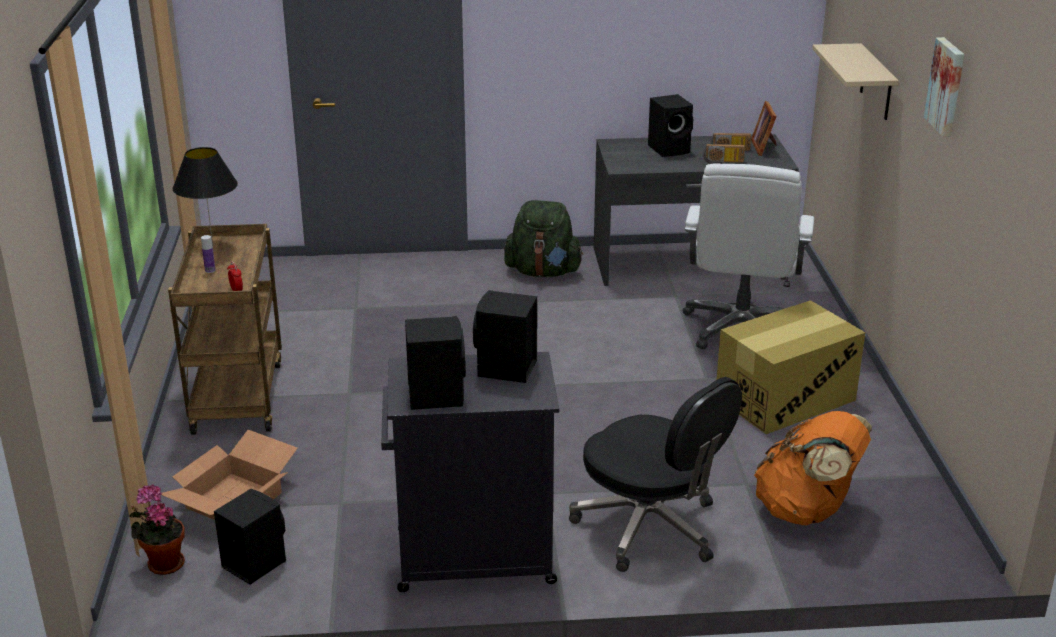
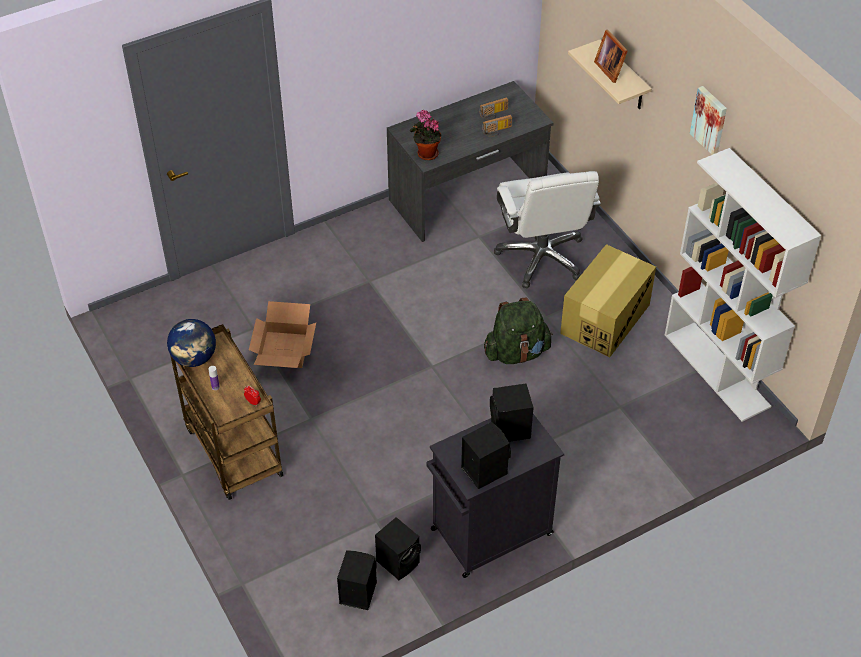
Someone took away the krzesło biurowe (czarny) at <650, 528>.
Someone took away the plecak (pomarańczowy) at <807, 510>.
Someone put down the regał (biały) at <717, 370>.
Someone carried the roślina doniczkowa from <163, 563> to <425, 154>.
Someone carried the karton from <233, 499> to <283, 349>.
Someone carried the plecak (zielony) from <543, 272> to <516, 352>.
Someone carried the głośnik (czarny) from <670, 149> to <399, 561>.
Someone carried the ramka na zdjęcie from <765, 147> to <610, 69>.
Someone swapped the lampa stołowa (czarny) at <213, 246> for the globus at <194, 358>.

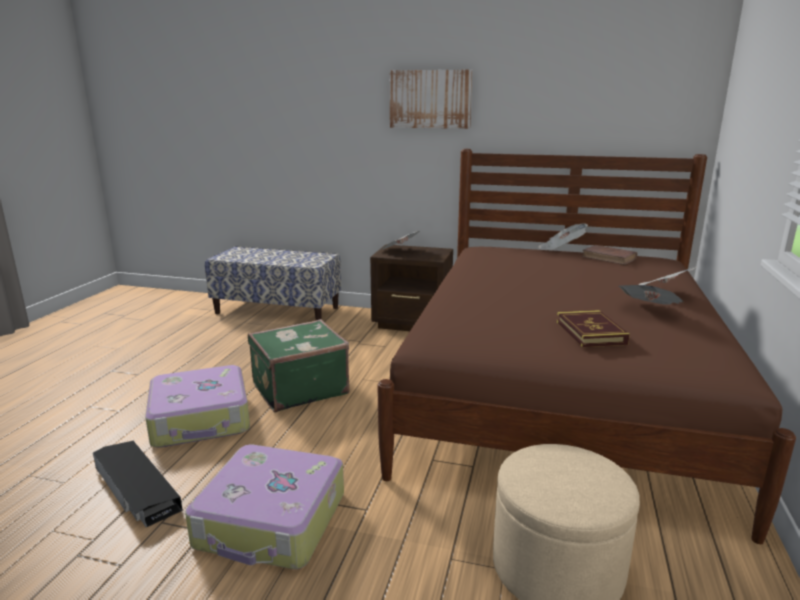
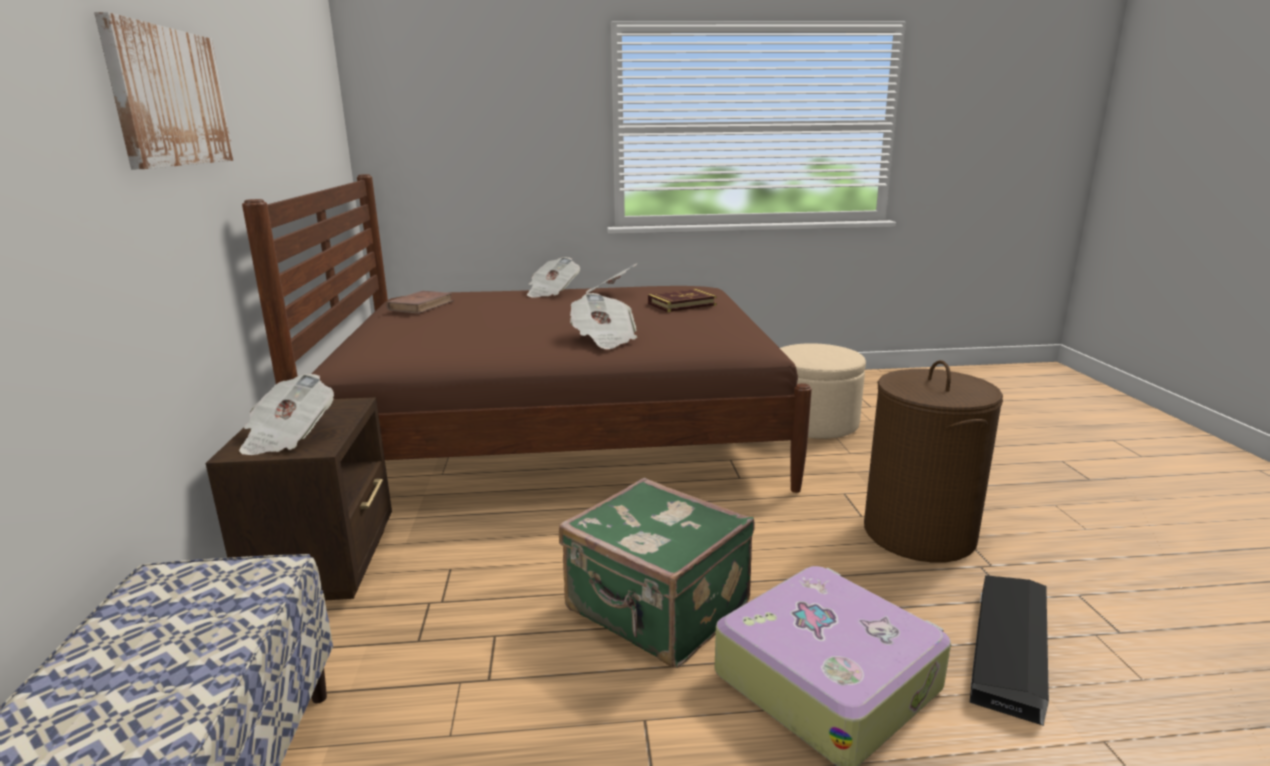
Someone carried the gazeta from <561, 249> to <604, 339>.
Someone swapped the walizka at <272, 521> for the kosz na pranie (brązowy) at <918, 533>.

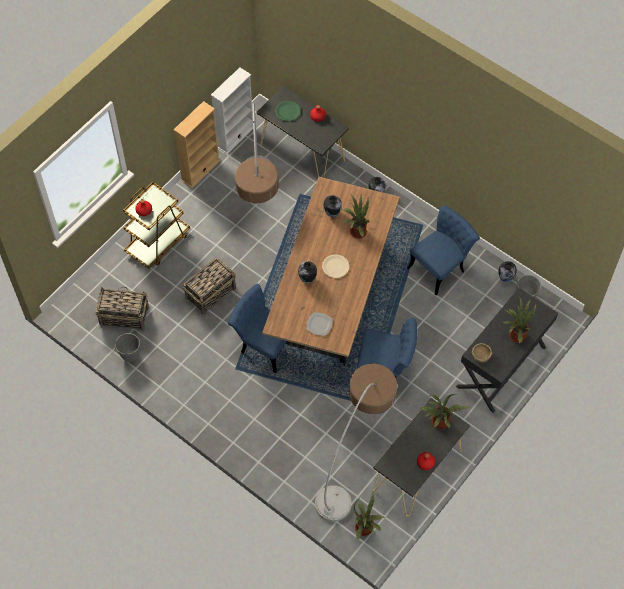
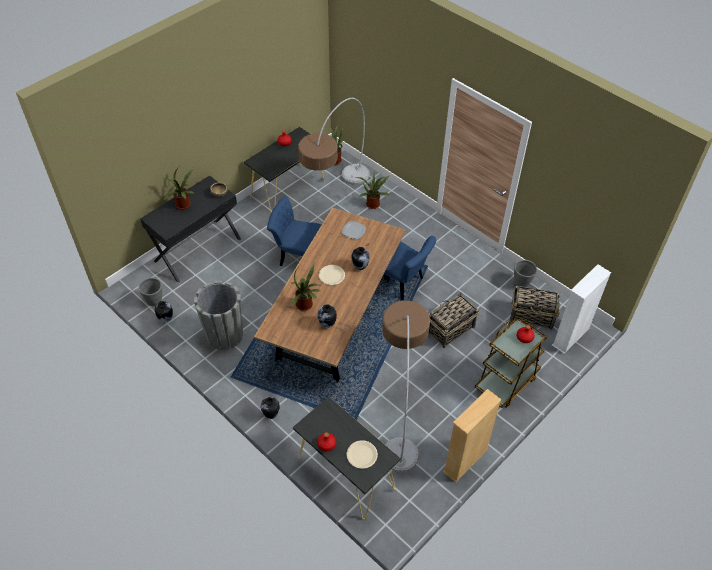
Someone carried the regał (biały) from <235, 137> to <570, 337>.
Someone carried the roślina doniczkowa from <440, 423> to <373, 203>.
Someone swapped the krzesło (niebieski) at <440, 266> for the donica (szary) at <224, 335>.
Someone repainted the talerz (zielony) at <288, 111>, which became the talerz (beżowy) at <362, 455>.

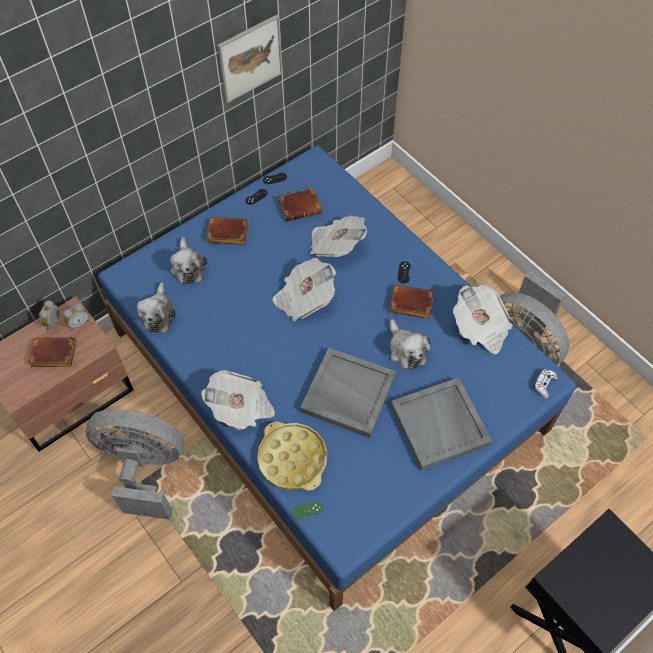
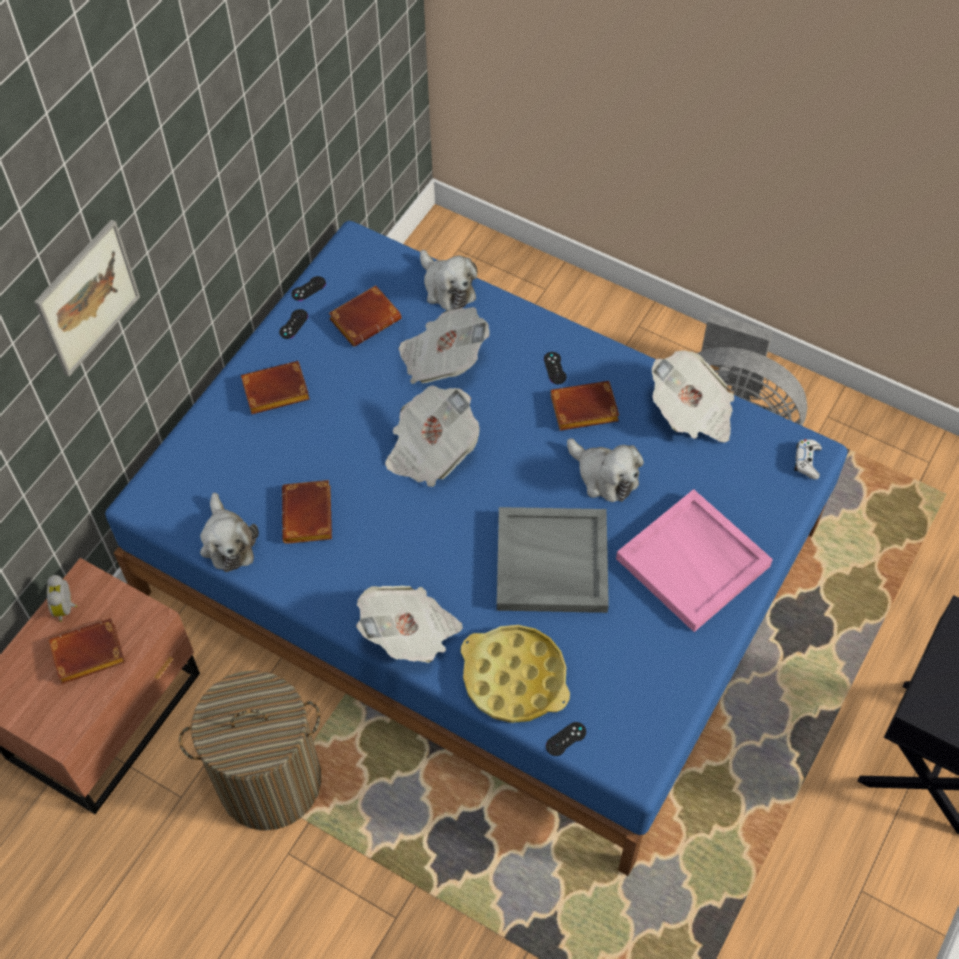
Someone took away the budzik at <79, 323>.
Someone put down the książka (brązowy) at <310, 517>.
Someone carried the pluszak from <188, 267> to <447, 287>.
Someone carried the obraz from <250, 58> to <87, 298>.
Someone swapped the wentylator (szary) at <144, 468> for the kosz na pranie at <269, 781>.
Someone repainted the pad do gier (zielony) at <307, 510>, which became the pad do gier (czarny) at <566, 739>.
Someone repainted the taca (szary) at <440, 425>, which became the taca (różowy) at <694, 562>.

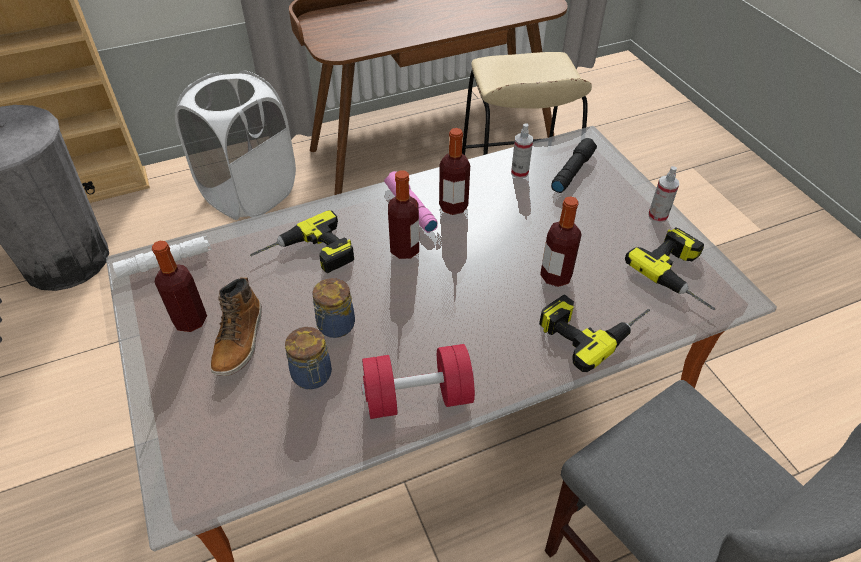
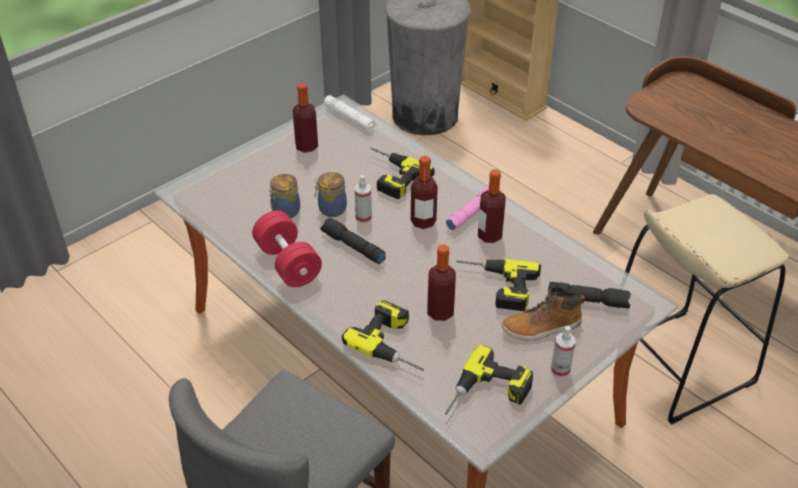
Someone took away the kosz na pranie (biały) at <250, 194>.
Someone put down the latarka (czarny) at <352, 247>.
Someone put down the wiertarka at <495, 286>.
Someone carried the but z cholewką from <240, 340> to <541, 327>.
Someone carried the spryskiwacz from <519, 172> to <363, 217>.

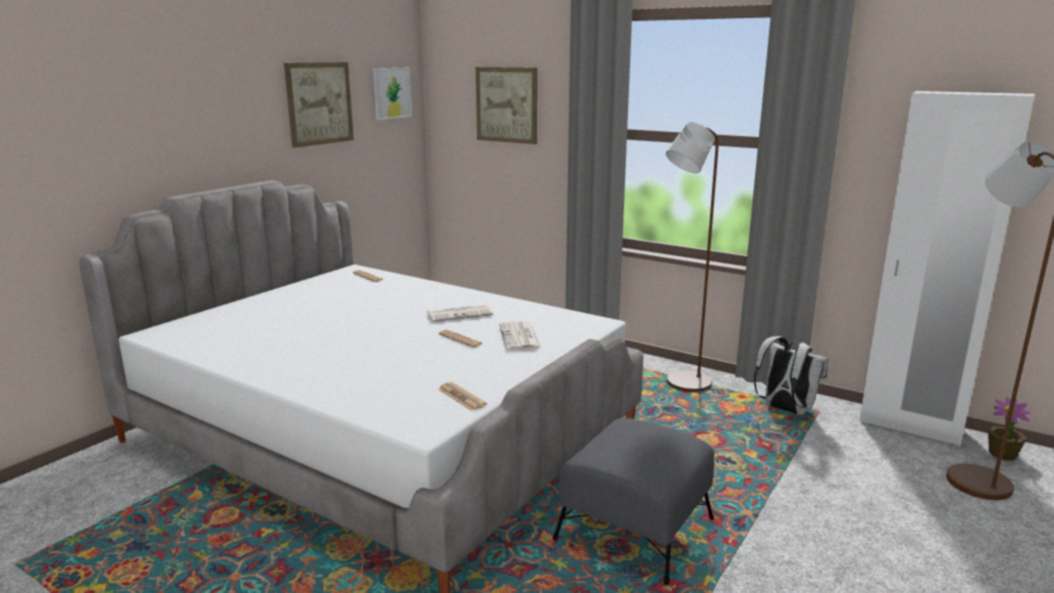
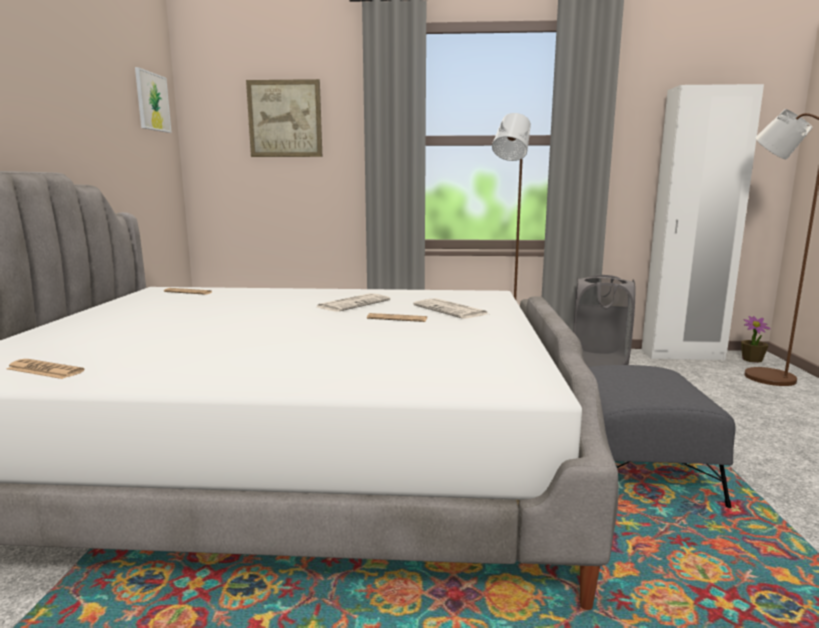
Someone took away the obraz at <319, 103>.
Someone carried the gazeta from <461, 397> to <45, 370>.
Someone swapped the plecak (biały) at <785, 410> for the kosz na pranie (szary) at <598, 362>.

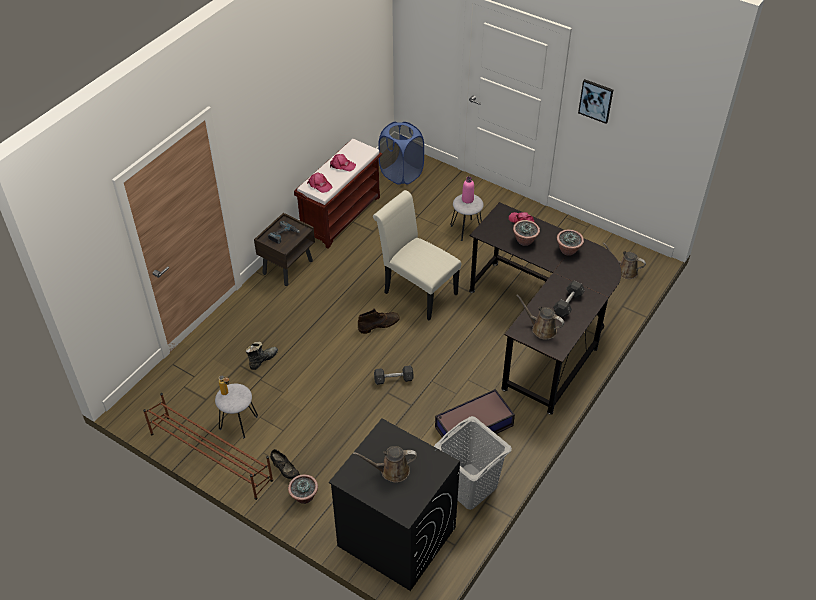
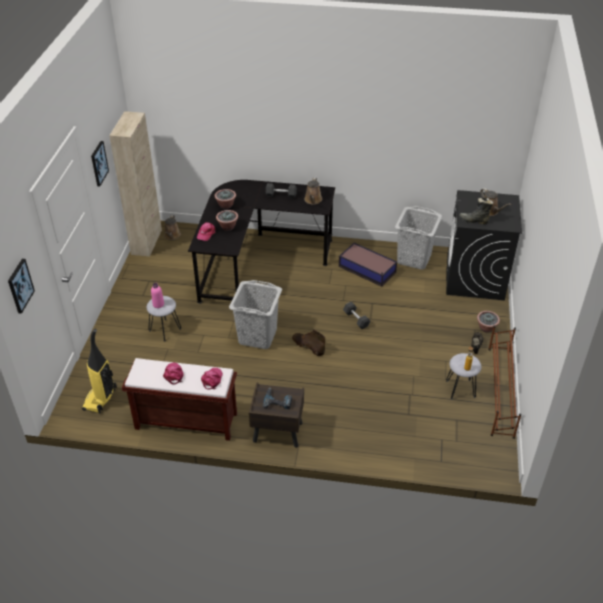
Someone put up the obraz at <20, 285>.
Someone put down the szafka (beżowy) at <146, 242>.
Someone carried the but z cholewką (czarny) from <262, 360> to <474, 220>.
Someone swapped the krzesło (biały) at <416, 291> for the kosz na pranie (szary) at <257, 336>.
Someone swapped the kosz na pranie (niebieski) at <401, 173> for the odkurzacz at <100, 399>.

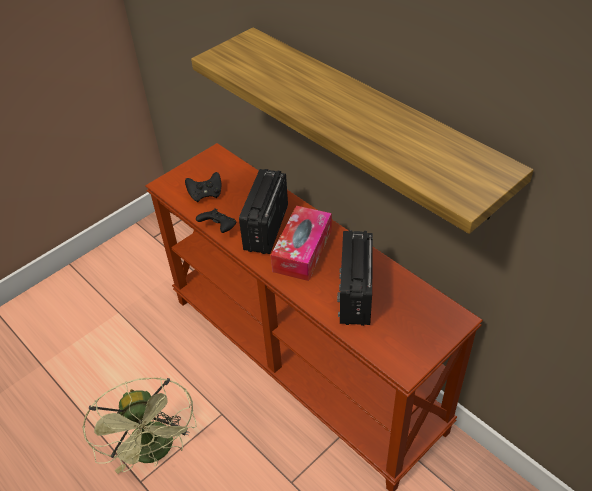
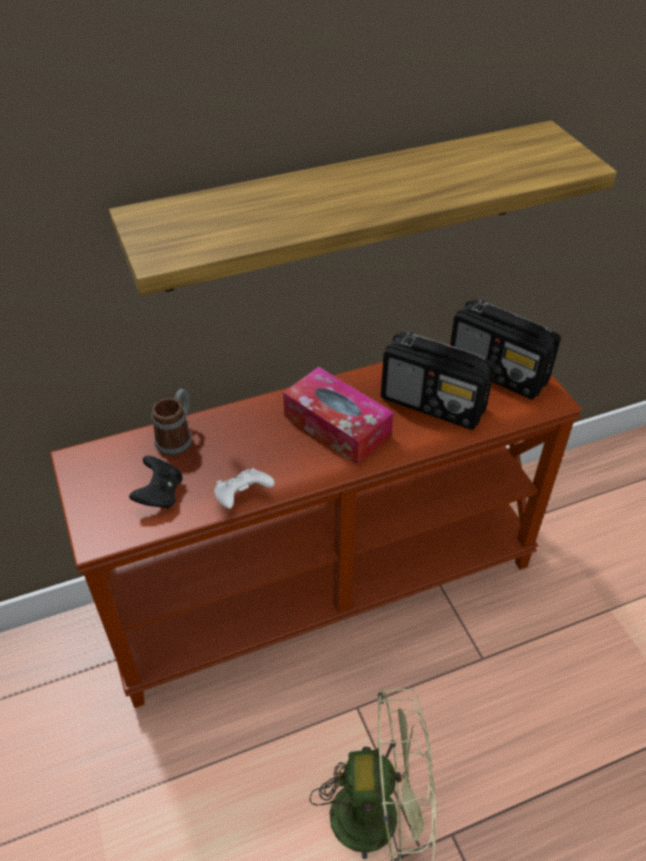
Someone put down the kubek at <178, 437>.
Someone carried the radio from <266, 228> to <498, 372>.
Someone repainted the pad do gier (czarny) at <219, 228>, which became the pad do gier (biały) at <242, 497>.

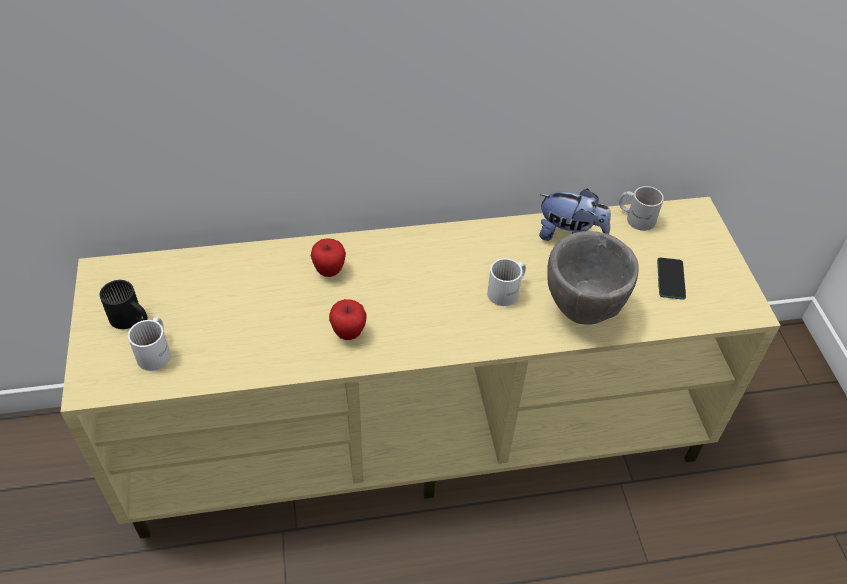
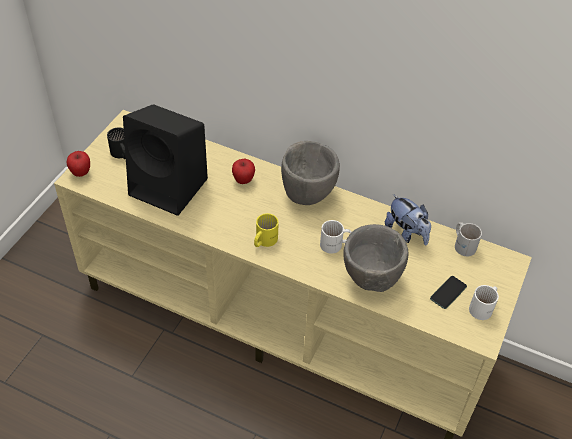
Someone put down the głośnik (czarny) at <170, 187>.
Someone put down the kubek (żółty) at <263, 240>.
Someone put down the miska (szary) at <308, 194>.
Someone carried the kubek (biały) from <157, 351> to <484, 308>.
Someone carried the jabłko from <348, 333> to <81, 173>.

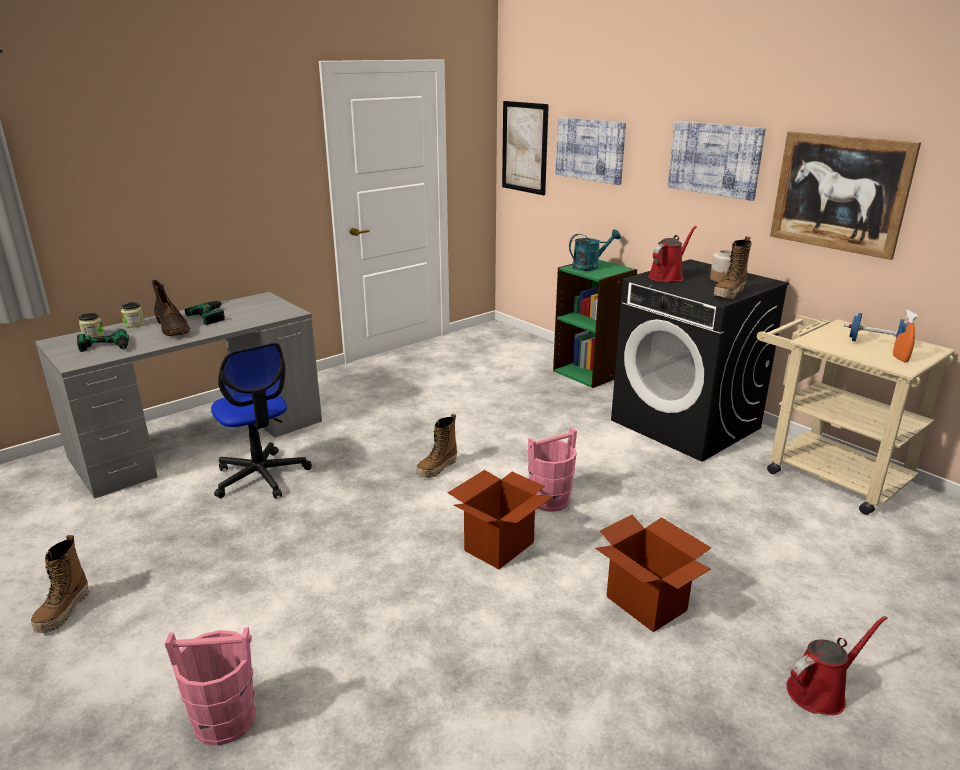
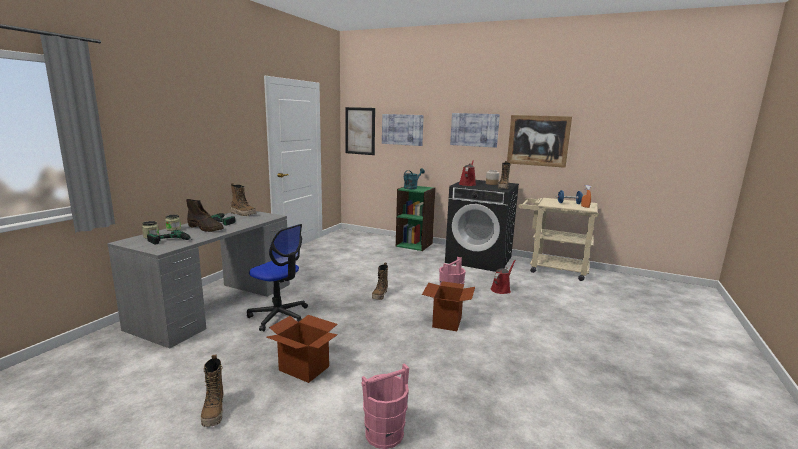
Someone put down the but z cholewką at <243, 214>.
Someone carried the karton from <646, 604> to <304, 368>.
Someone carried the konewka (czerwony) from <820, 691> to <501, 289>.

